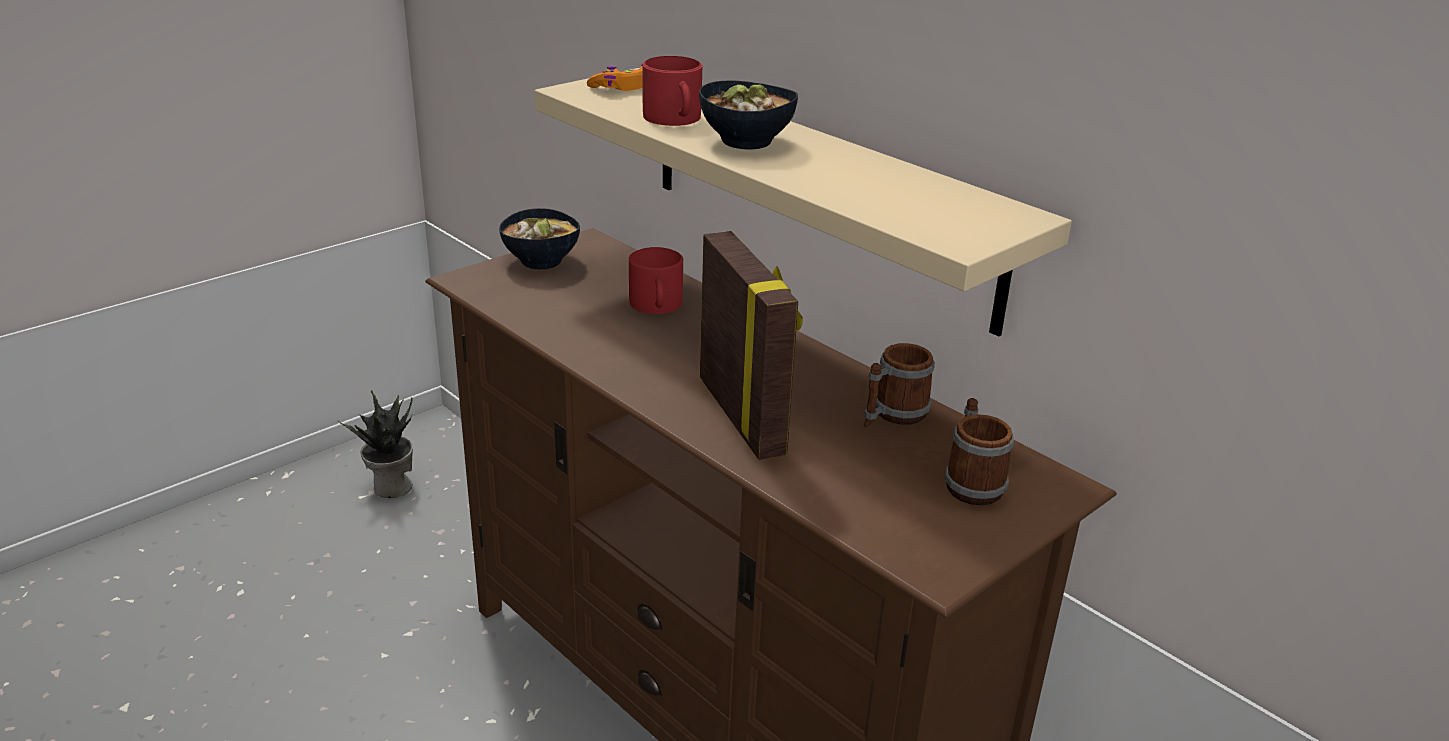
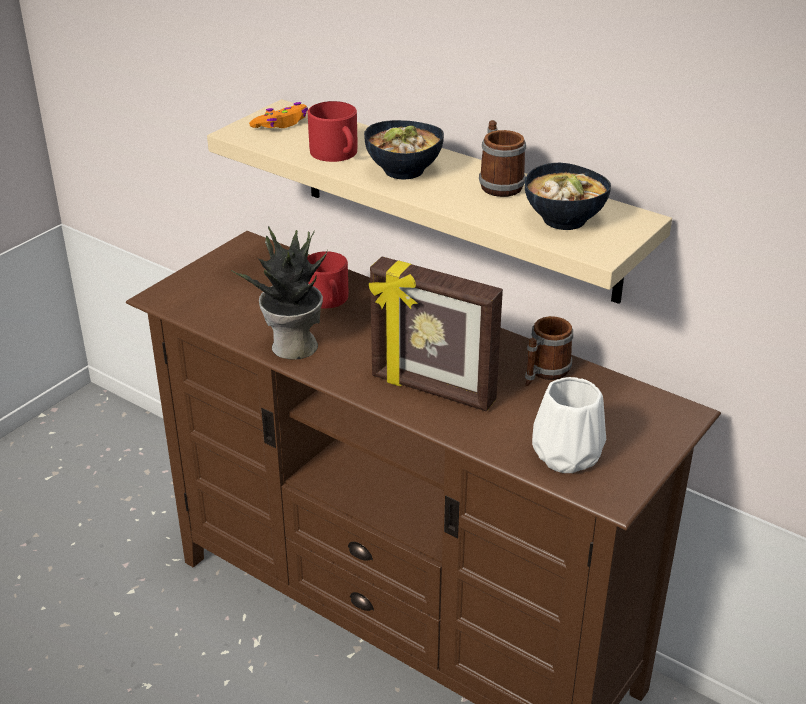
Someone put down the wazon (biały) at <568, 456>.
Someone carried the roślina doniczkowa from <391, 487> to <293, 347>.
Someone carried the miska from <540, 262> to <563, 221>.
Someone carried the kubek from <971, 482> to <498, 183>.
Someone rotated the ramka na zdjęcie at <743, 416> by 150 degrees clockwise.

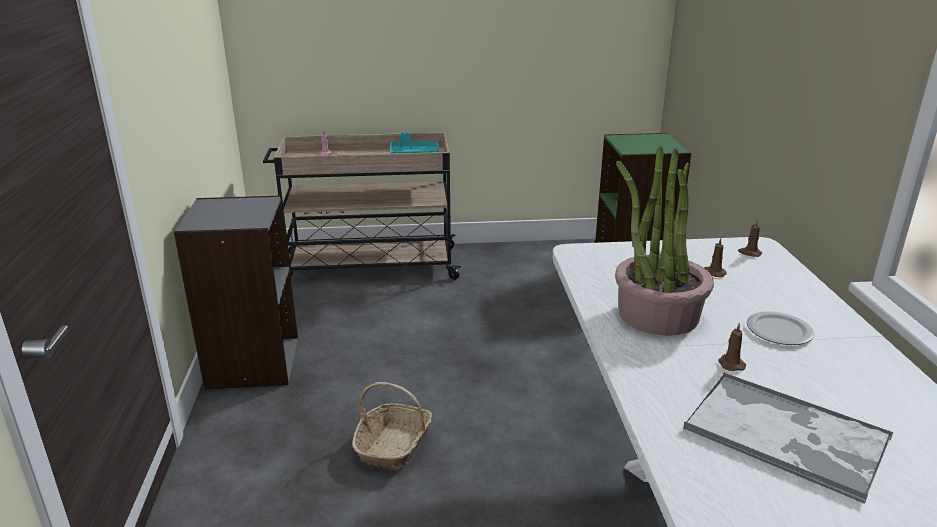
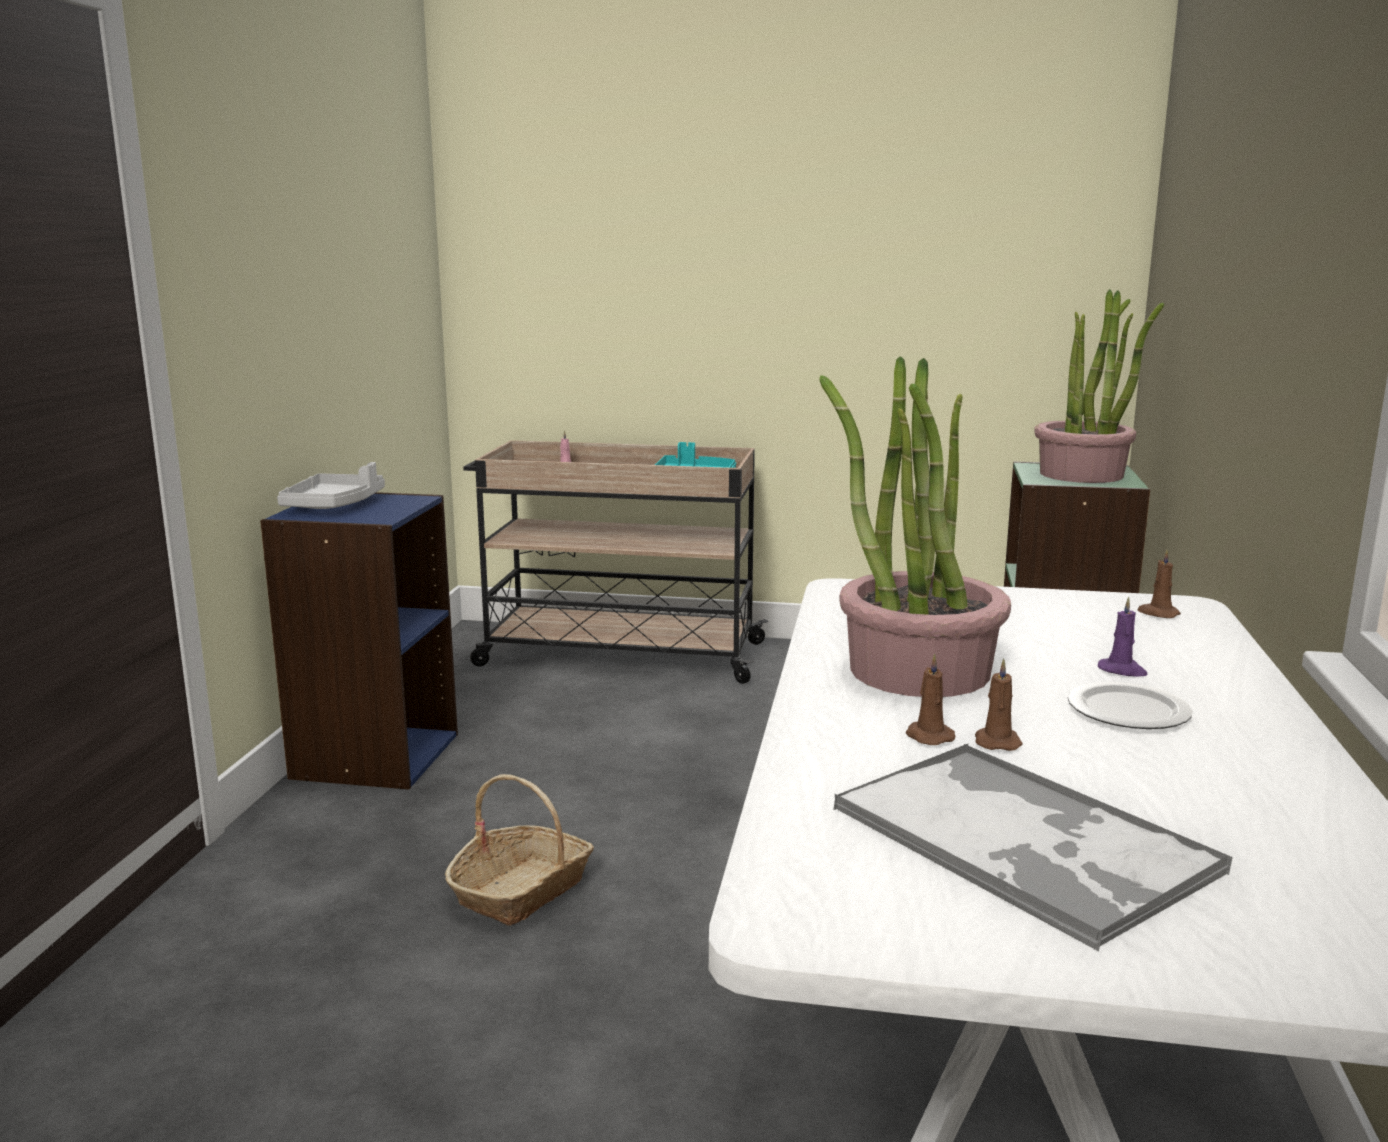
Someone put down the taca (szary) at <334, 505>.
Someone put down the roślina doniczkowa at <1082, 474>.
Someone put down the świeca (fioletowy) at <1122, 670>.
Someone carried the świeca (brązowy) from <713, 272> to <928, 736>.
Someone repainted the regał (szary) at <252, 363>, which became the regał (niebieski) at <374, 755>.

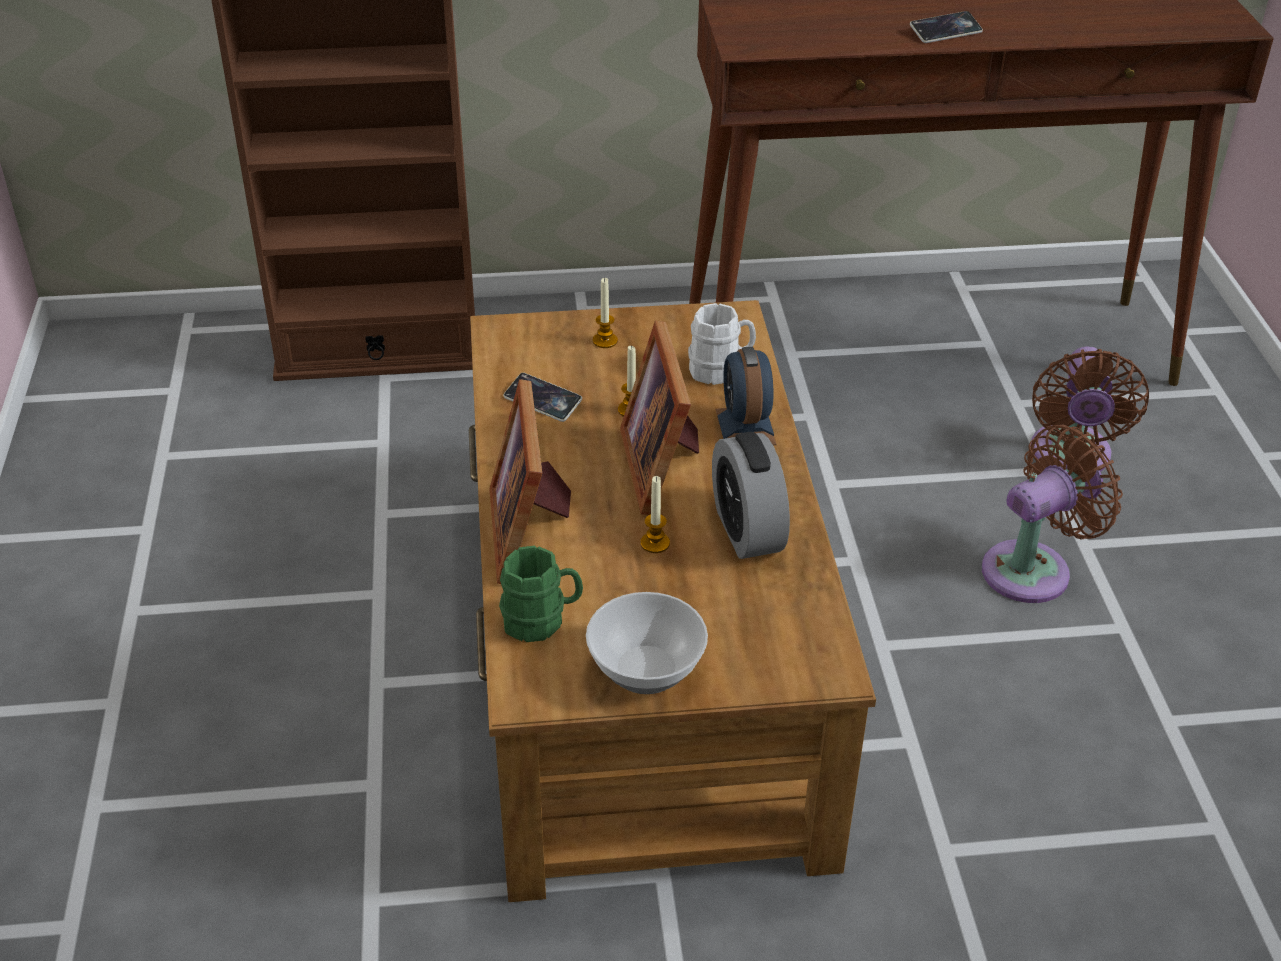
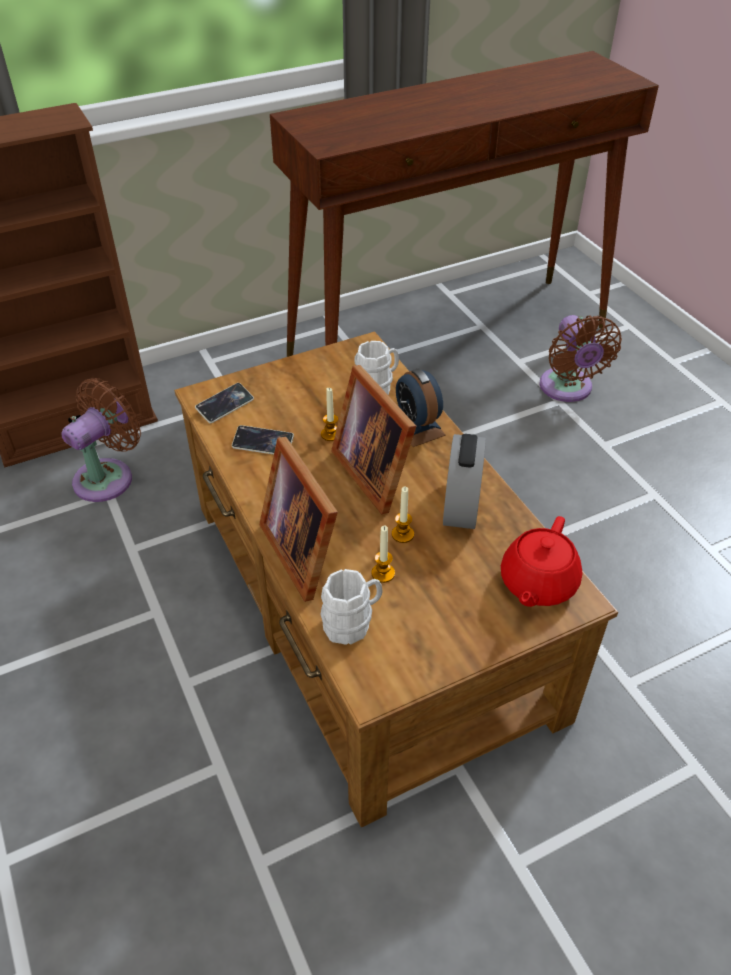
Someone took away the miska at <644, 669>.
Someone put down the imbryk (czerwony) at <537, 583>.
Someone carried the świeca from <605, 341> to <383, 573>.
Someone carried the telefon from <945, 32> to <225, 406>.
Someone carried the wentylator (brązowy) from <1033, 569> to <108, 477>.
Someone repainted the kubek (zielony) at <542, 620>, which became the kubek (biały) at <353, 622>.
Someone rotated the budzik at <747, 530> by 45 degrees clockwise.

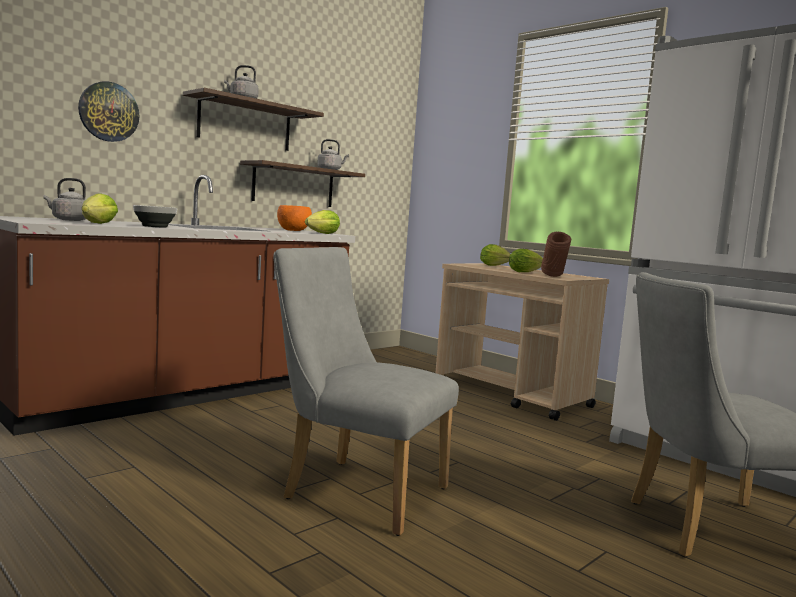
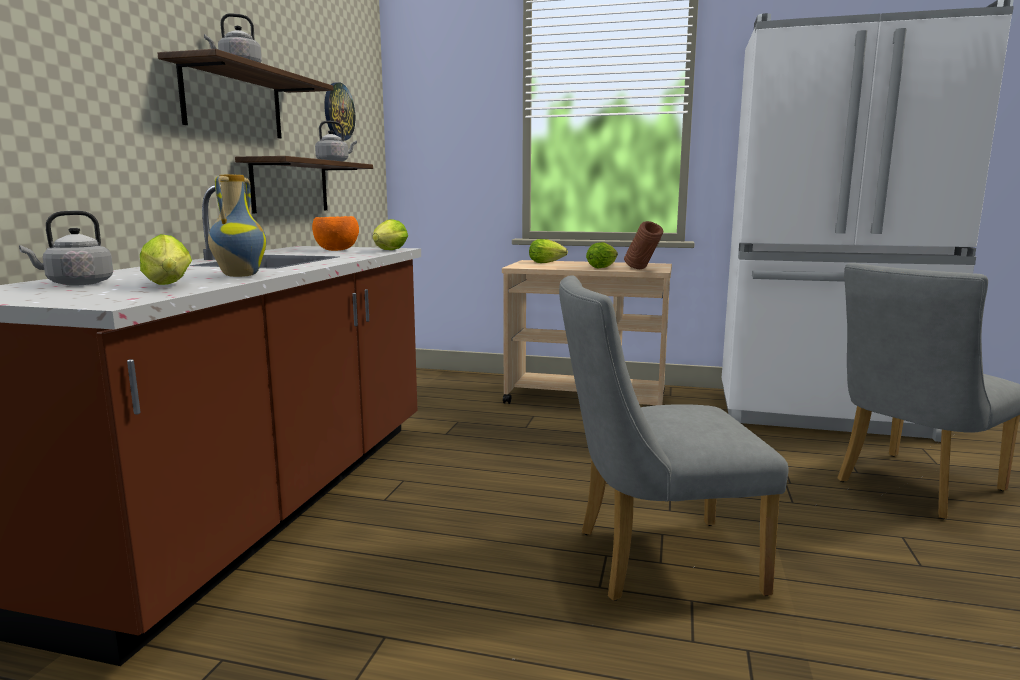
Someone carried the zegar ścienny from <108, 112> to <338, 111>.
Someone swapped the miska at <155, 226> for the wazon at <239, 275>.

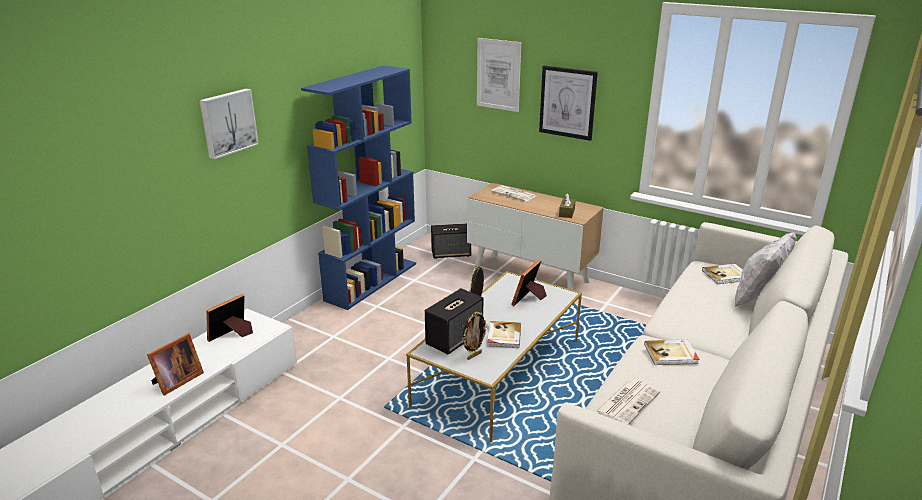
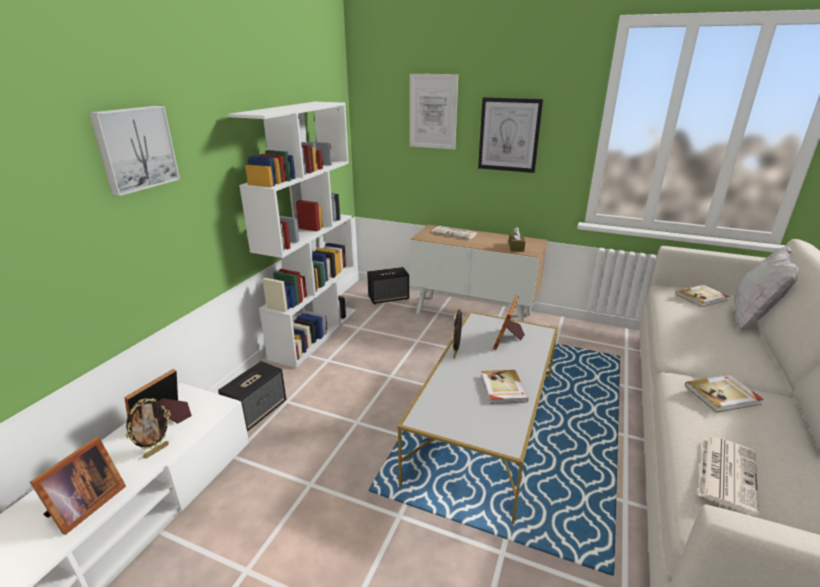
Someone carried the głośnik from <454, 338> to <257, 411>.
Someone carried the ramka na zdjęcie from <474, 355> to <156, 450>.
Someone repainted the regał (niebieski) at <371, 281>, which became the regał (biały) at <315, 333>.

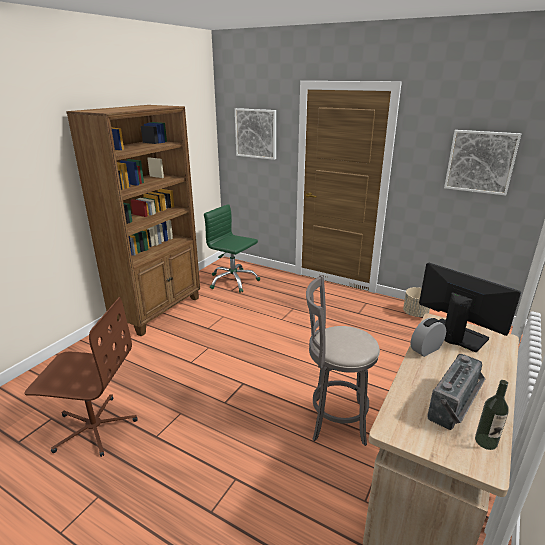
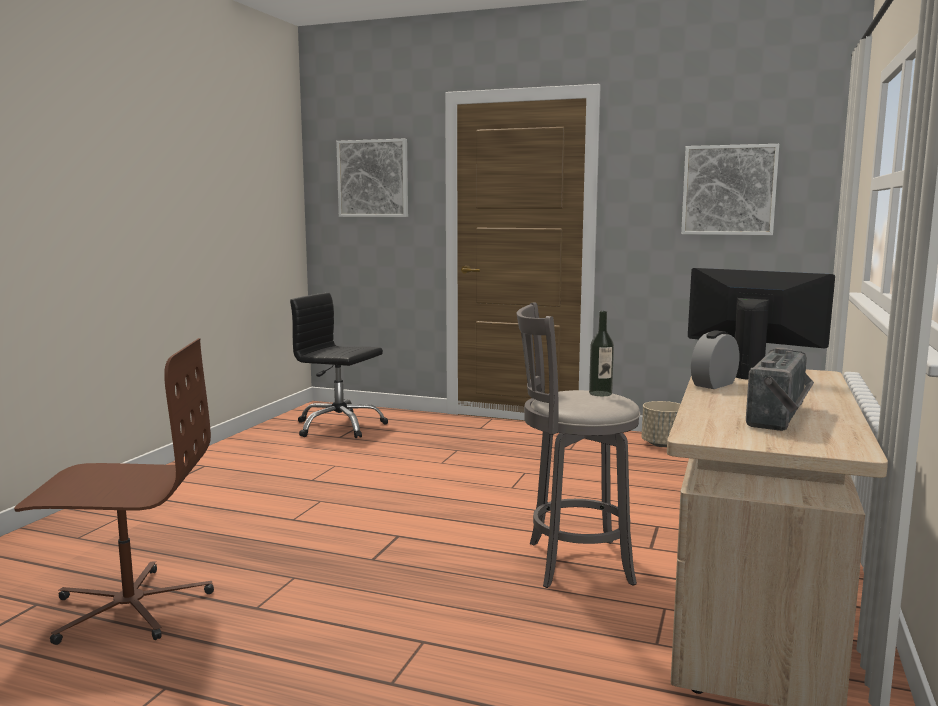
Someone took away the regał (brązowy) at <158, 310>.
Someone carried the butelka from <486, 441> to <600, 393>.
Someone repainted the krzesło biurowe (zielony) at <233, 281>, which became the krzesło biurowe (czarny) at <339, 426>.

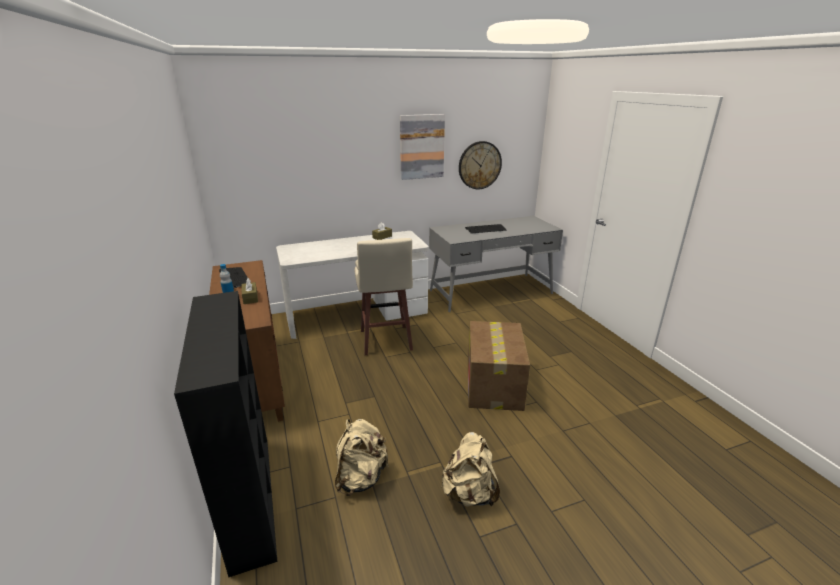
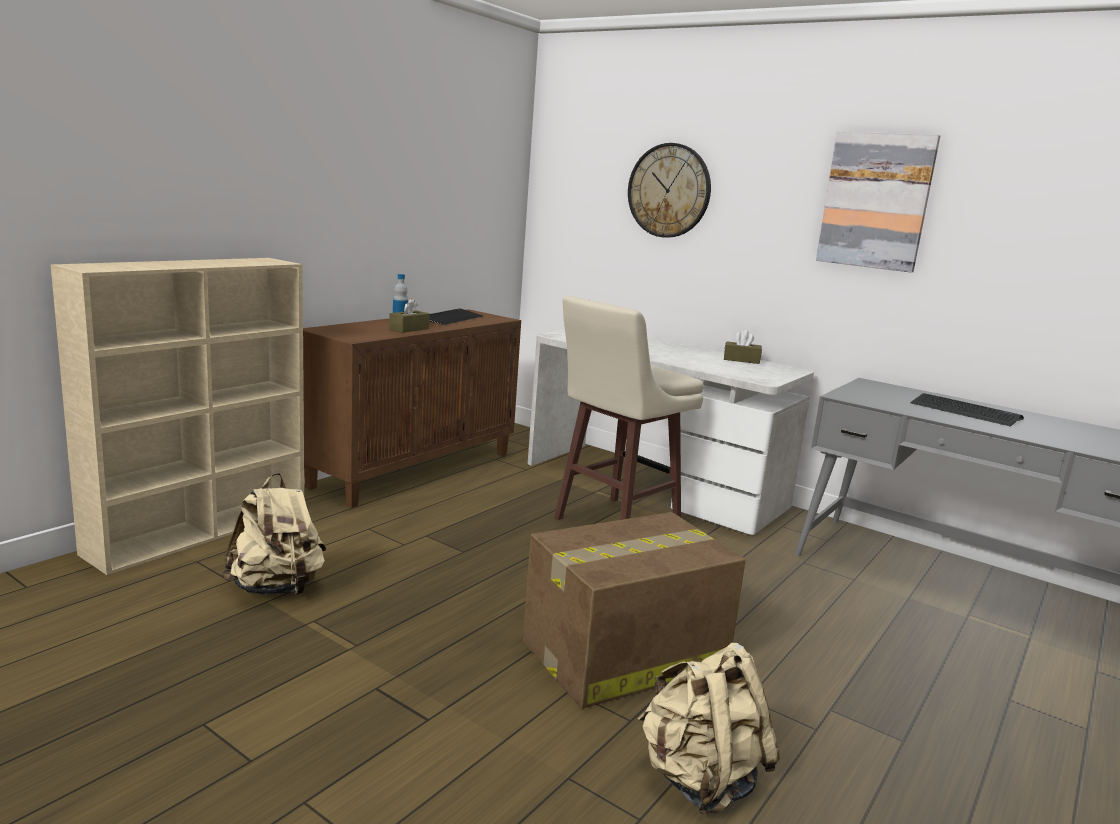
Someone carried the plecak (beżowy) from <469, 493> to <699, 779>.
Someone carried the zegar ścienny from <479, 165> to <669, 190>.
Someone repainted the regał (czarny) at <250, 497>, which became the regał (beżowy) at <202, 530>.

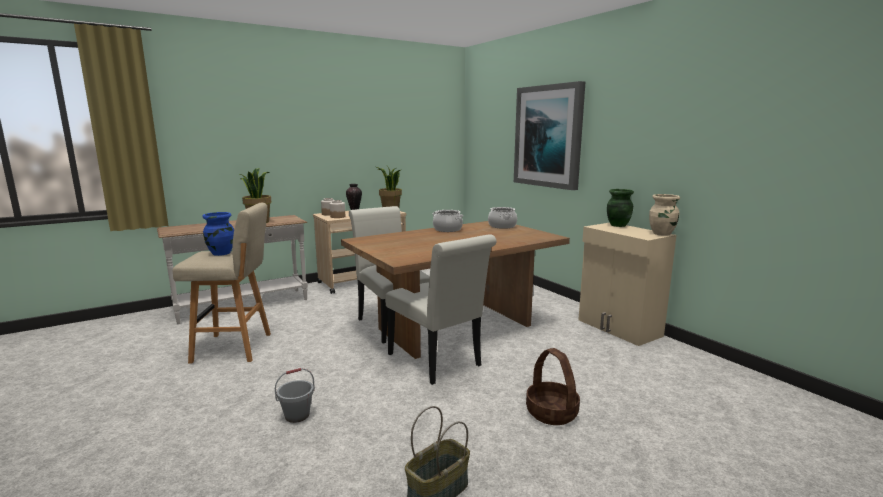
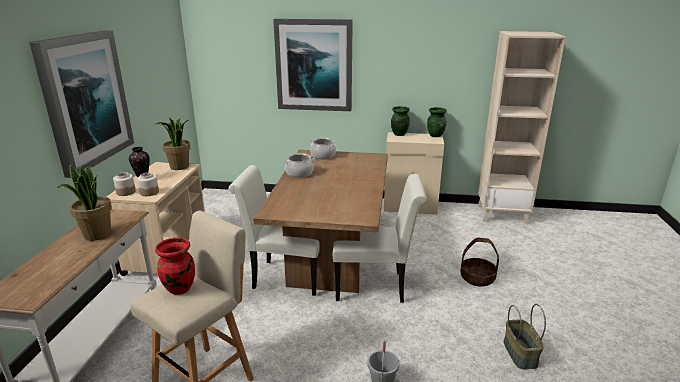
Someone put up the obraz at <85, 100>.
Someone put down the regał (beżowy) at <502, 214>.
Someone repainted the wazon (niebieski) at <221, 253>, which became the wazon (czerwony) at <179, 289>.
Someone repainted the wazon (beżowy) at <662, 234>, which became the wazon (zielony) at <435, 135>.

